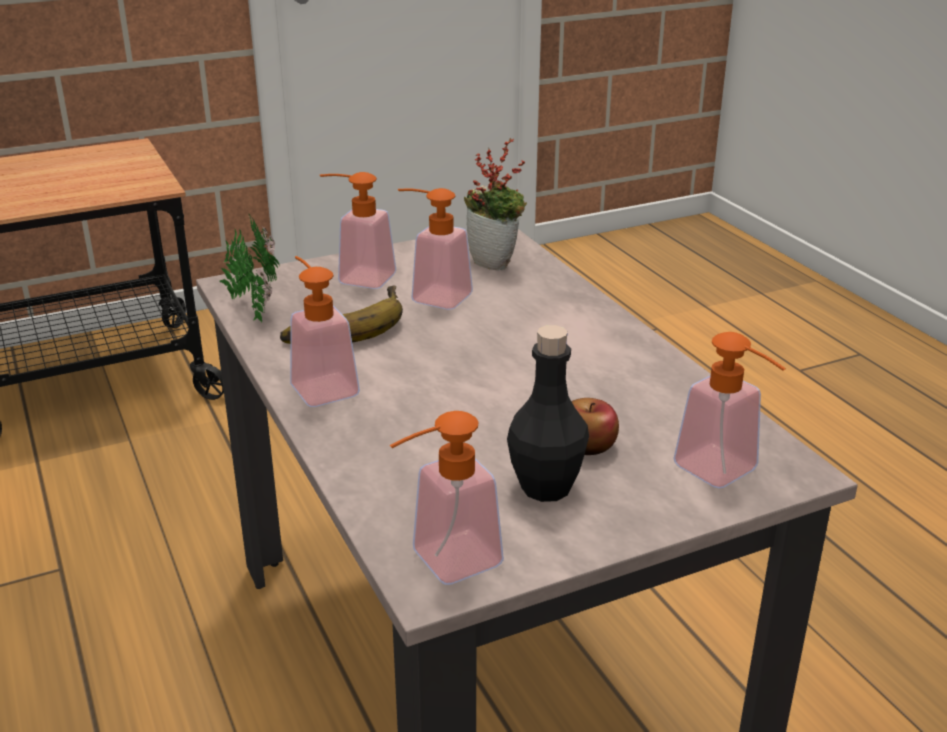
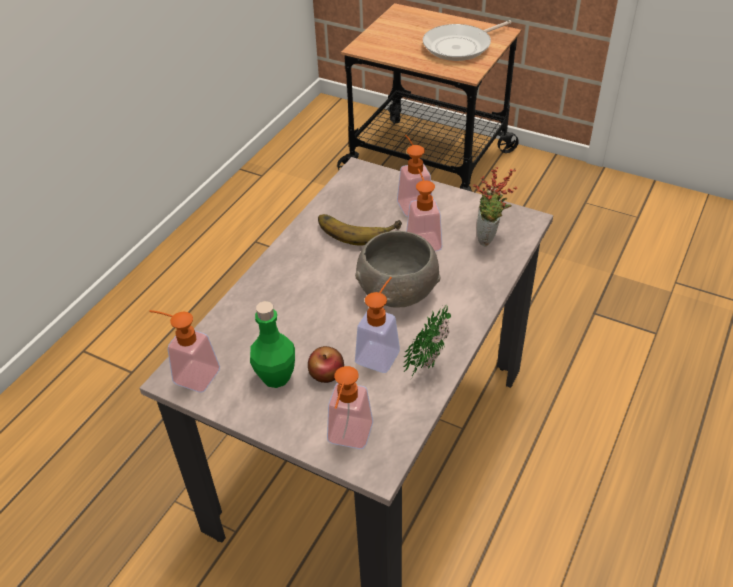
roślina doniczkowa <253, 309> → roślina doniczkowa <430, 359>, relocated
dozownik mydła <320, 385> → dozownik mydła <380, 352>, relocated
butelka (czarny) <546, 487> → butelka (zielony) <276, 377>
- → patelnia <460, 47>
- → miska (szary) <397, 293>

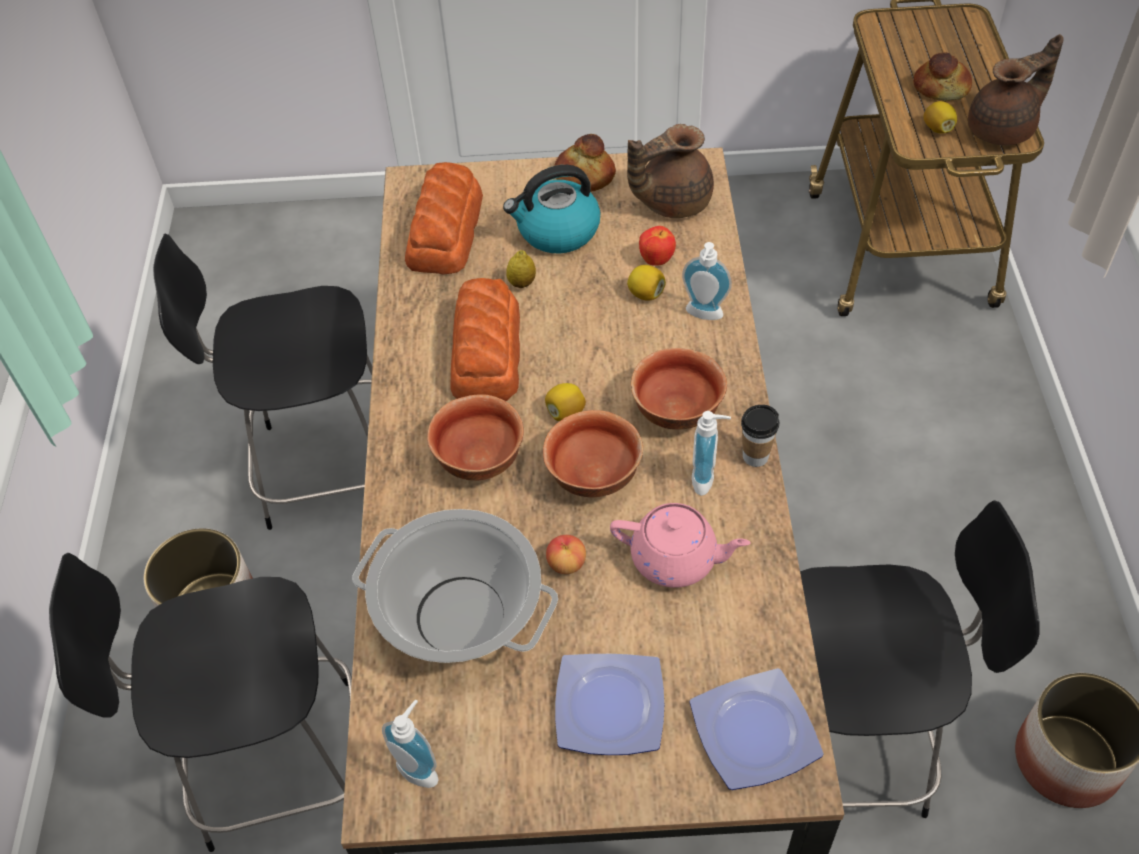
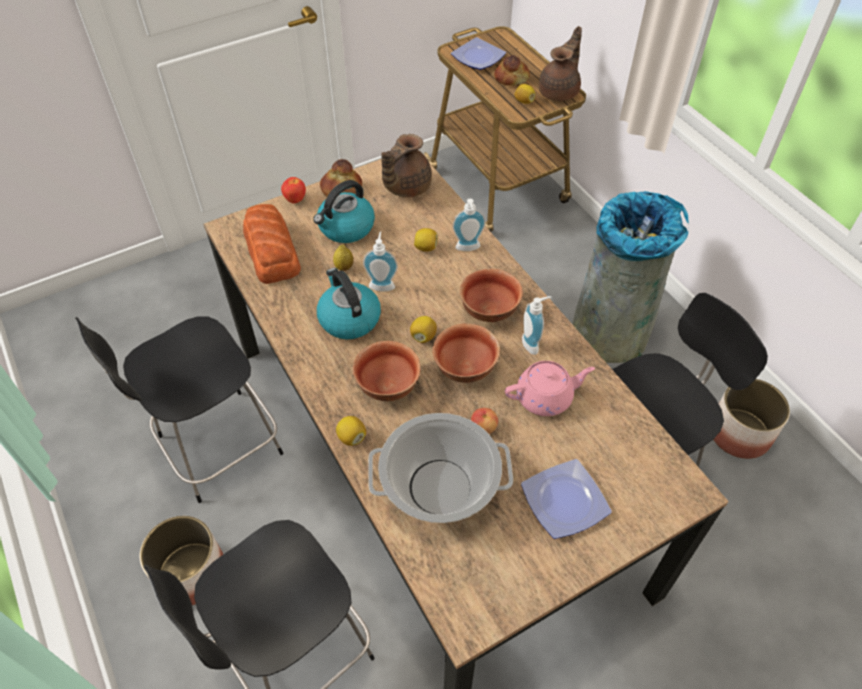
jabłko <656, 260> → jabłko <295, 200>, relocated
chleb <485, 353> → czajnik <348, 318>
filiżanka <755, 456> → -
talerz <757, 734> → talerz <479, 57>, relocated
dozownik mydła <420, 767> → dozownik mydła <382, 284>, relocated
- → kosz na śmieci (szary) <611, 330>
- → cytryna <351, 437>

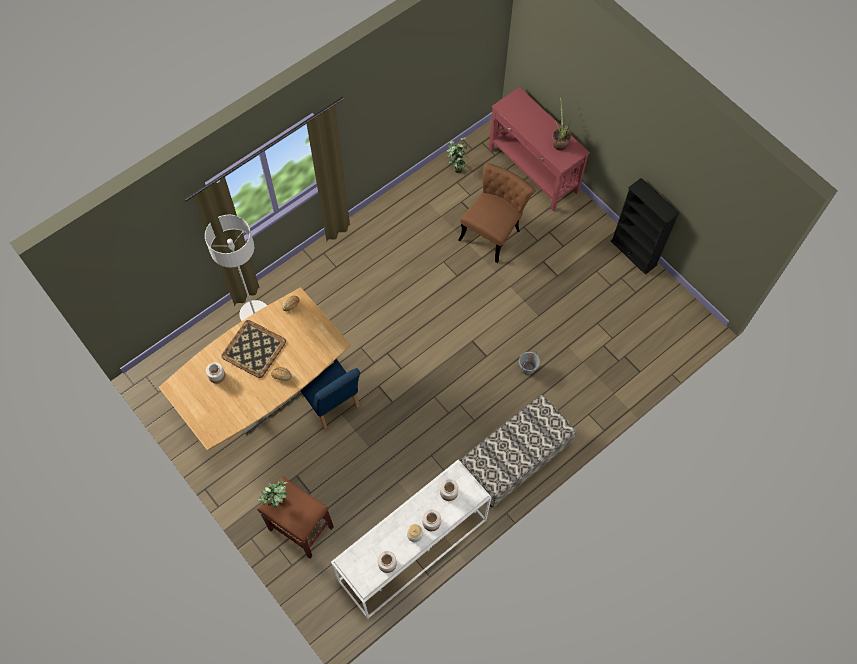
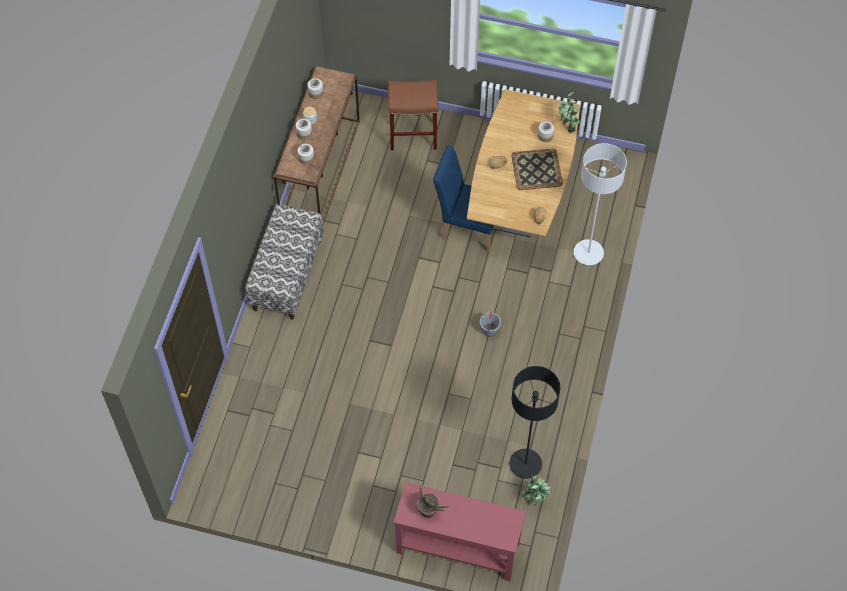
krzesło (brązowy) <493, 231> → -
regał (czarny) <633, 253> → -
wiadro (szary) <527, 368> → wiadro (szary) <489, 330>, relocated
stolik konsolowy (biały) <412, 551> → stolik konsolowy (brązowy) <320, 169>
roślina doniczkowa <277, 502> → roślina doniczkowa <567, 127>, relocated
- → lampa stojąca (czarny) <525, 464>

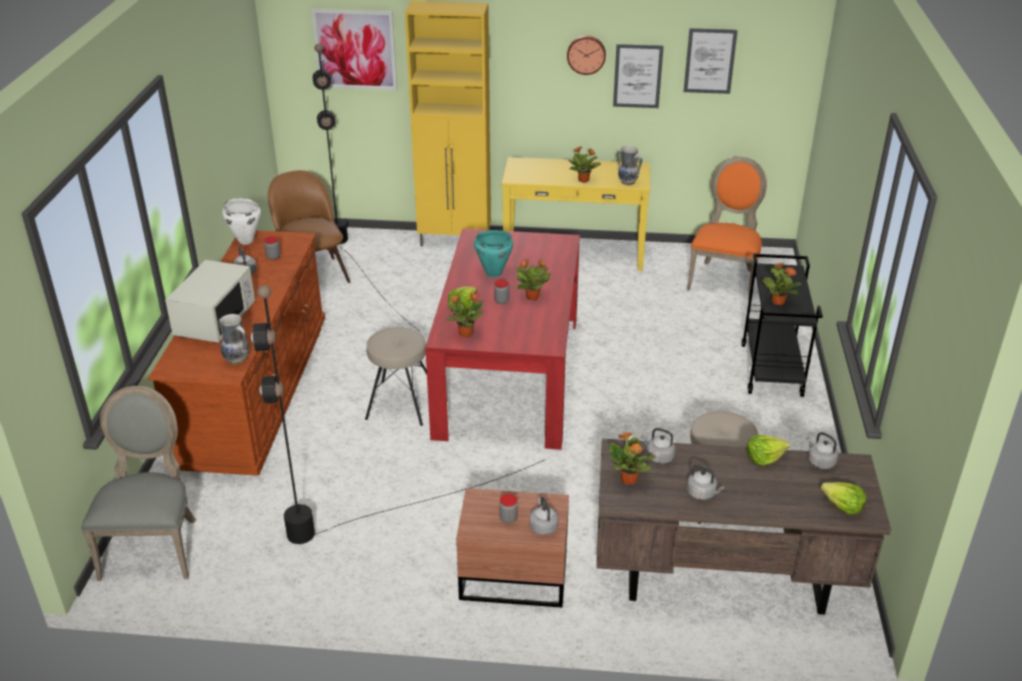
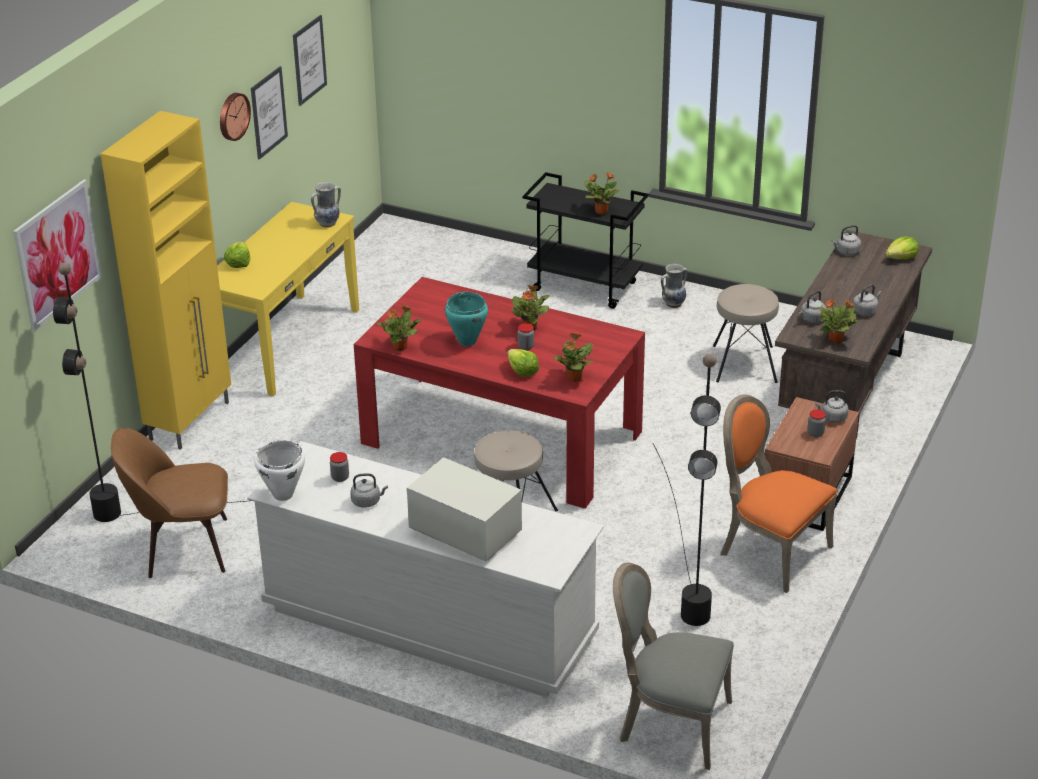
roślina doniczkowa <584, 180> → roślina doniczkowa <400, 347>, relocated
krzesło (pomarańczowy) <724, 279> → krzesło (pomarańczowy) <770, 551>, relocated
komoda (brązowy) <256, 393> → komoda (biały) <429, 623>
wazon <237, 359> → wazon <673, 304>, relocated
sałata <764, 457> → sałata <238, 263>, relocated

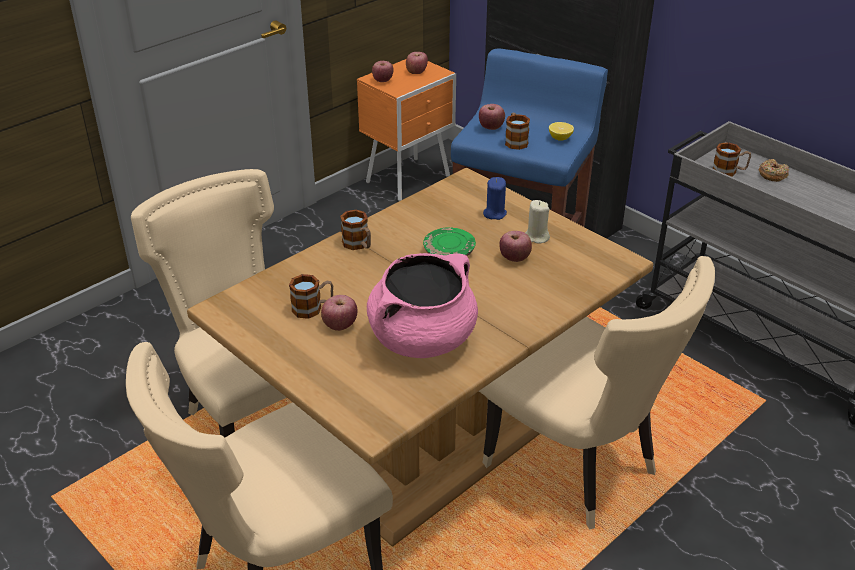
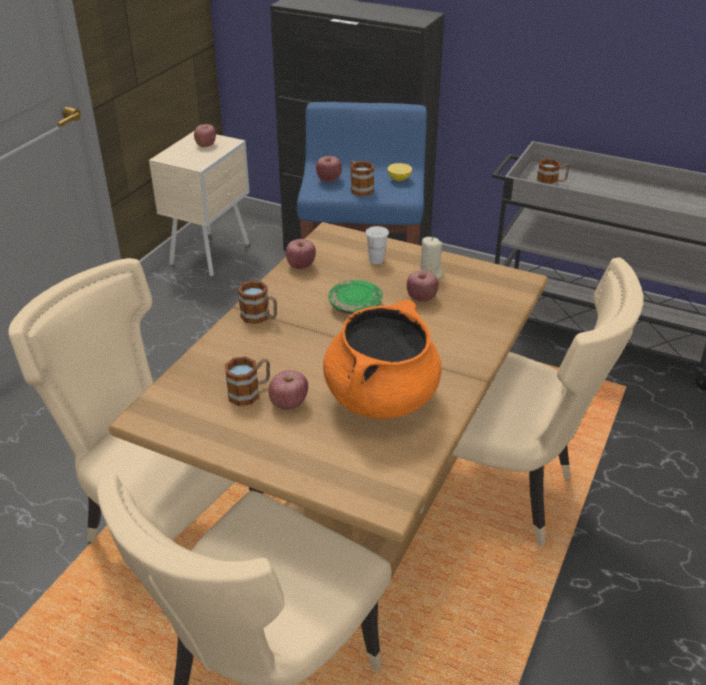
szafka nocna (pomarańczowy) <410, 179> → szafka nocna (beżowy) <212, 254>
jabłko <383, 80> → jabłko <301, 266>, relocated
donut <772, 175> → -
świeca (niebieski) <494, 213> → filiżanka (biały) <376, 260>
garnek (różowy) <422, 339> → garnek (pomarańczowy) <381, 397>

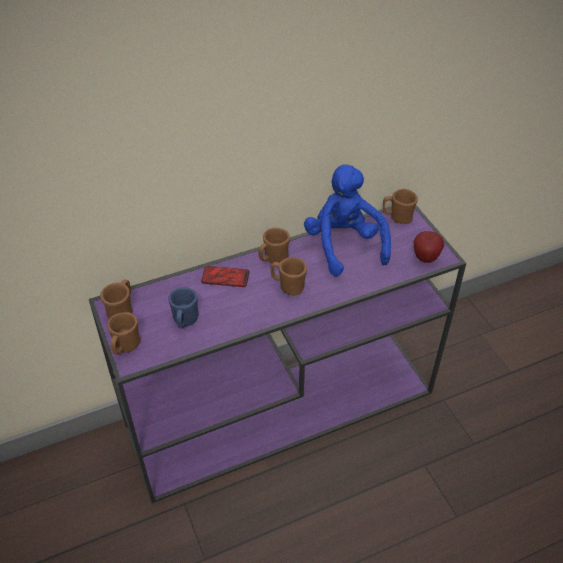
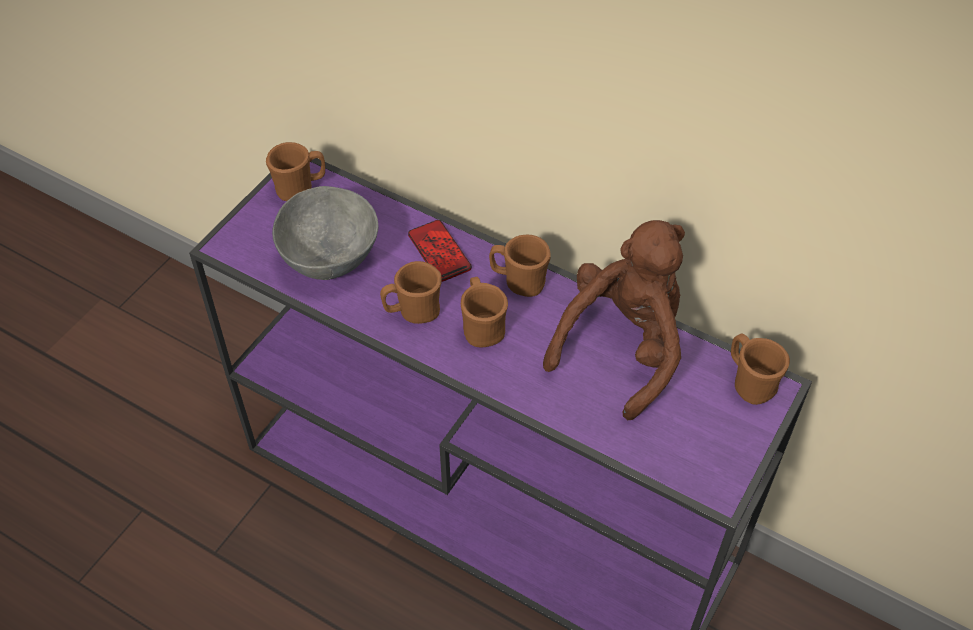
pluszak (niebieski) <344, 245> → pluszak (brązowy) <622, 347>
jabłko <425, 258> → -
kubek (niebieski) <185, 321> → miska (szary) <331, 256>
kubek (brązowy) <125, 347> → kubek (brązowy) <413, 312>, relocated

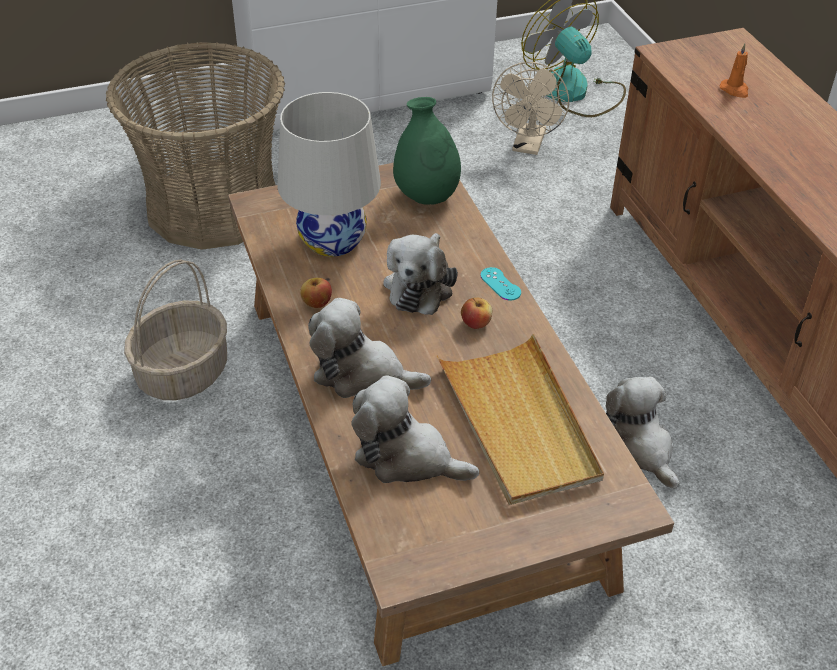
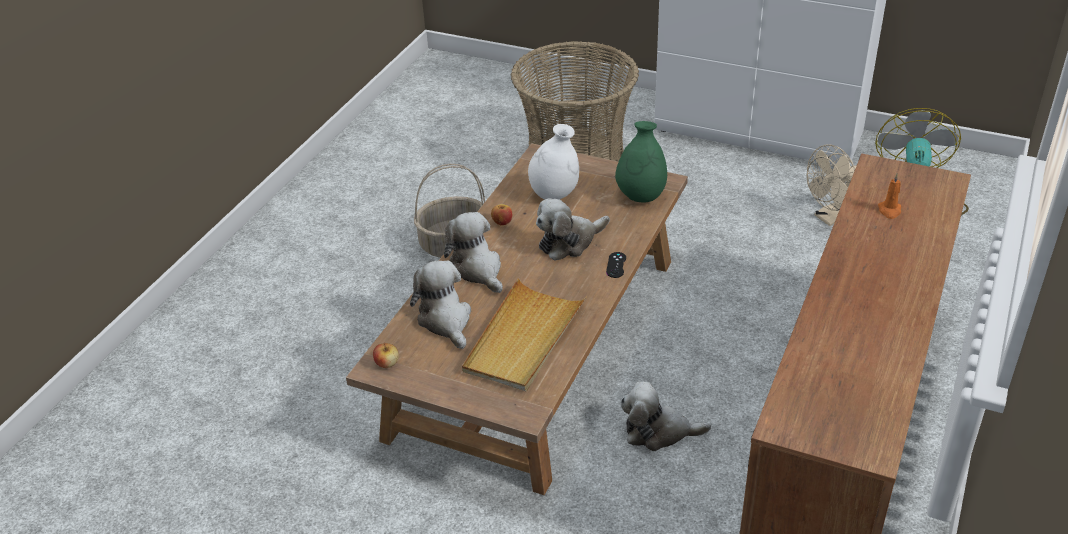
lampa stołowa (biały) <333, 240> → wazon (biały) <554, 194>
pad do gier (turkusowy) <500, 284> → pad do gier (czarny) <616, 265>
jabłko <476, 323> → jabłko <387, 363>, relocated
pluszak <640, 447> → pluszak <658, 432>, 105 degrees counterclockwise

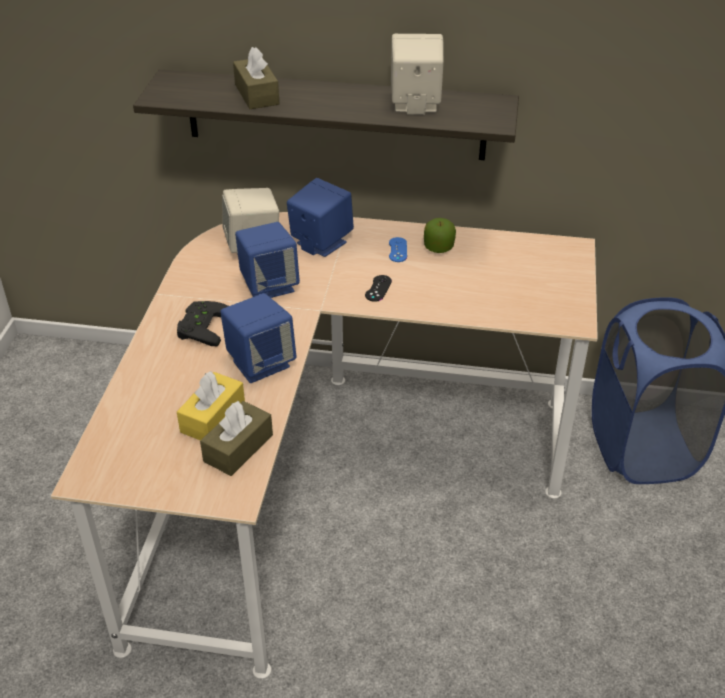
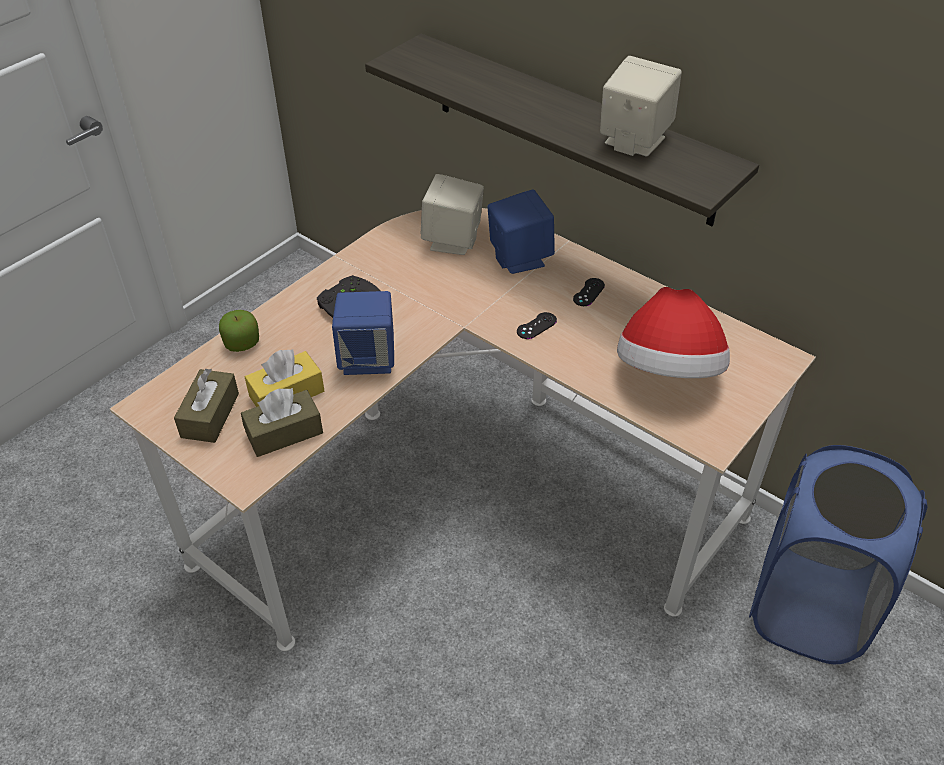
pudełko chusteczek (brązowy) <256, 94> → pudełko chusteczek (brązowy) <210, 415>, relocated
jabłko <439, 247> → jabłko <242, 343>, relocated
głośnik (niebieski) <269, 286> → -
pad do gier (niebieski) <398, 250> → pad do gier (czarny) <588, 292>
- → kapelusz <668, 371>

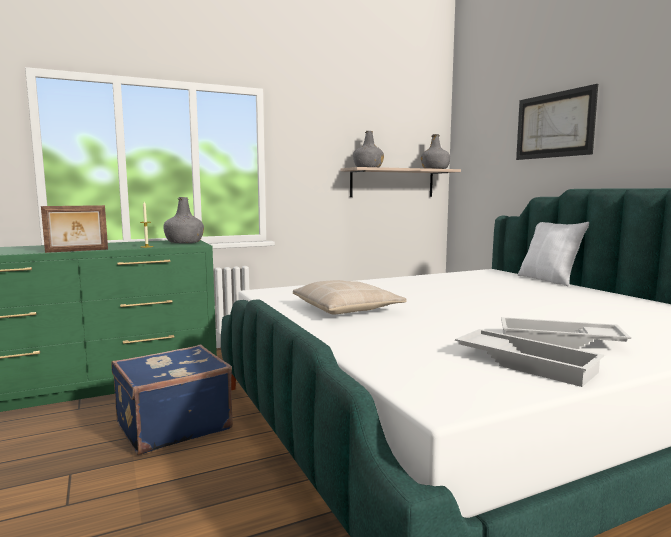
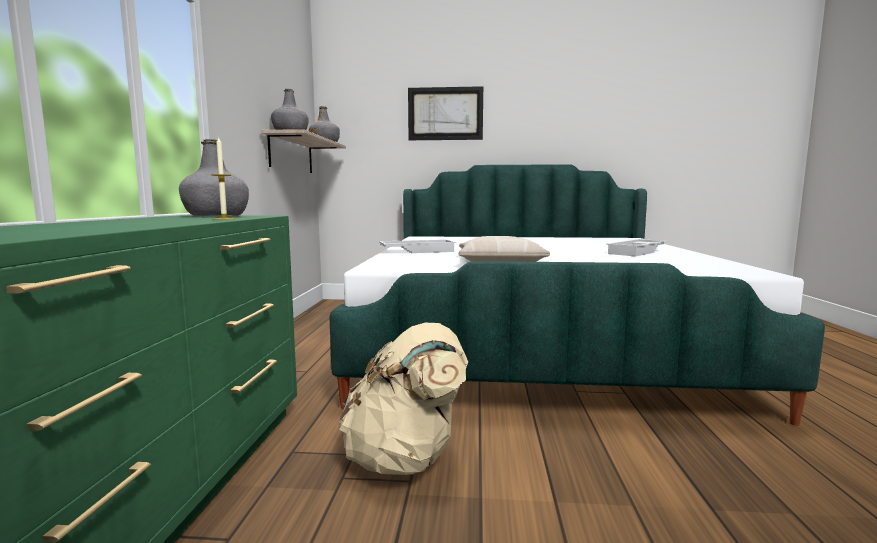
ramka na zdjęcie <77, 251> → -
poduszka (biały) <549, 280> → -
taca (biały) <527, 363> → taca (biały) <417, 251>, relocated
walizka (niebieski) <172, 426> → plecak (beżowy) <406, 459>

